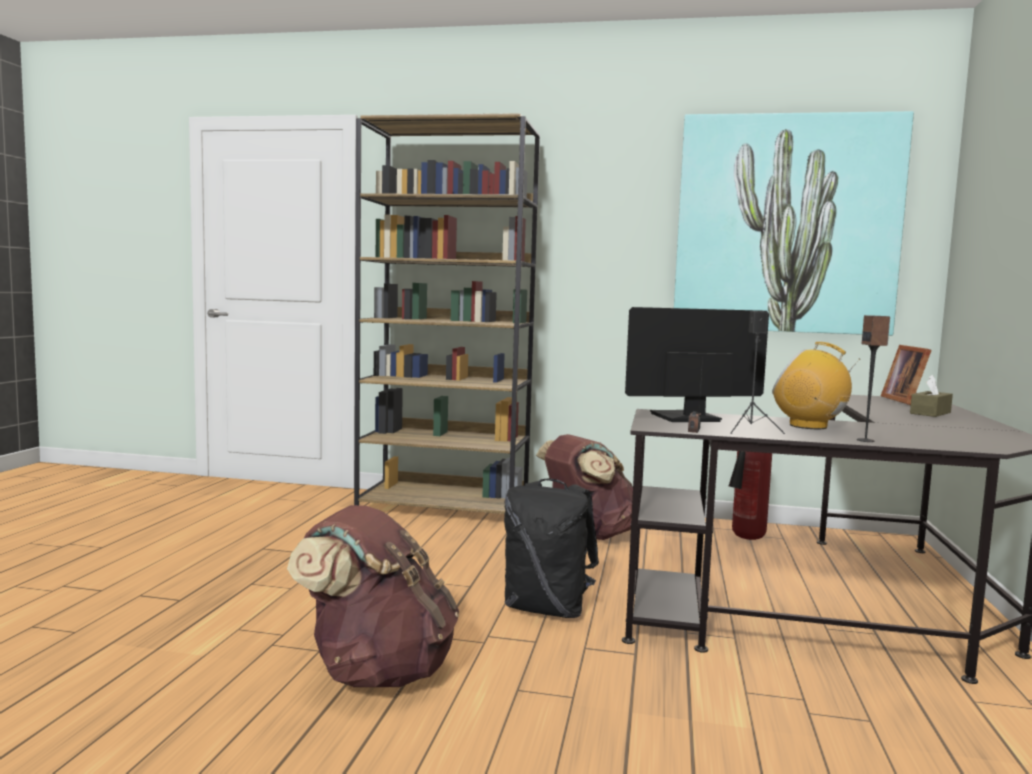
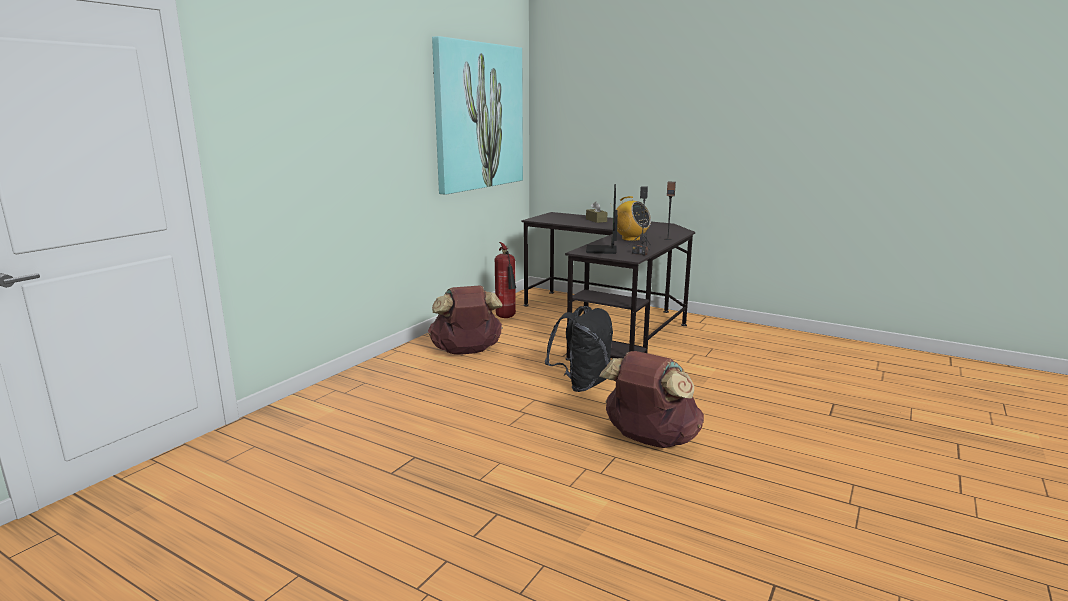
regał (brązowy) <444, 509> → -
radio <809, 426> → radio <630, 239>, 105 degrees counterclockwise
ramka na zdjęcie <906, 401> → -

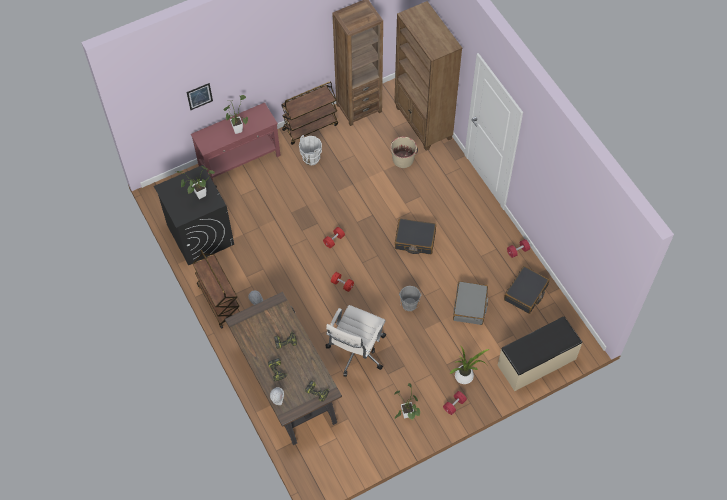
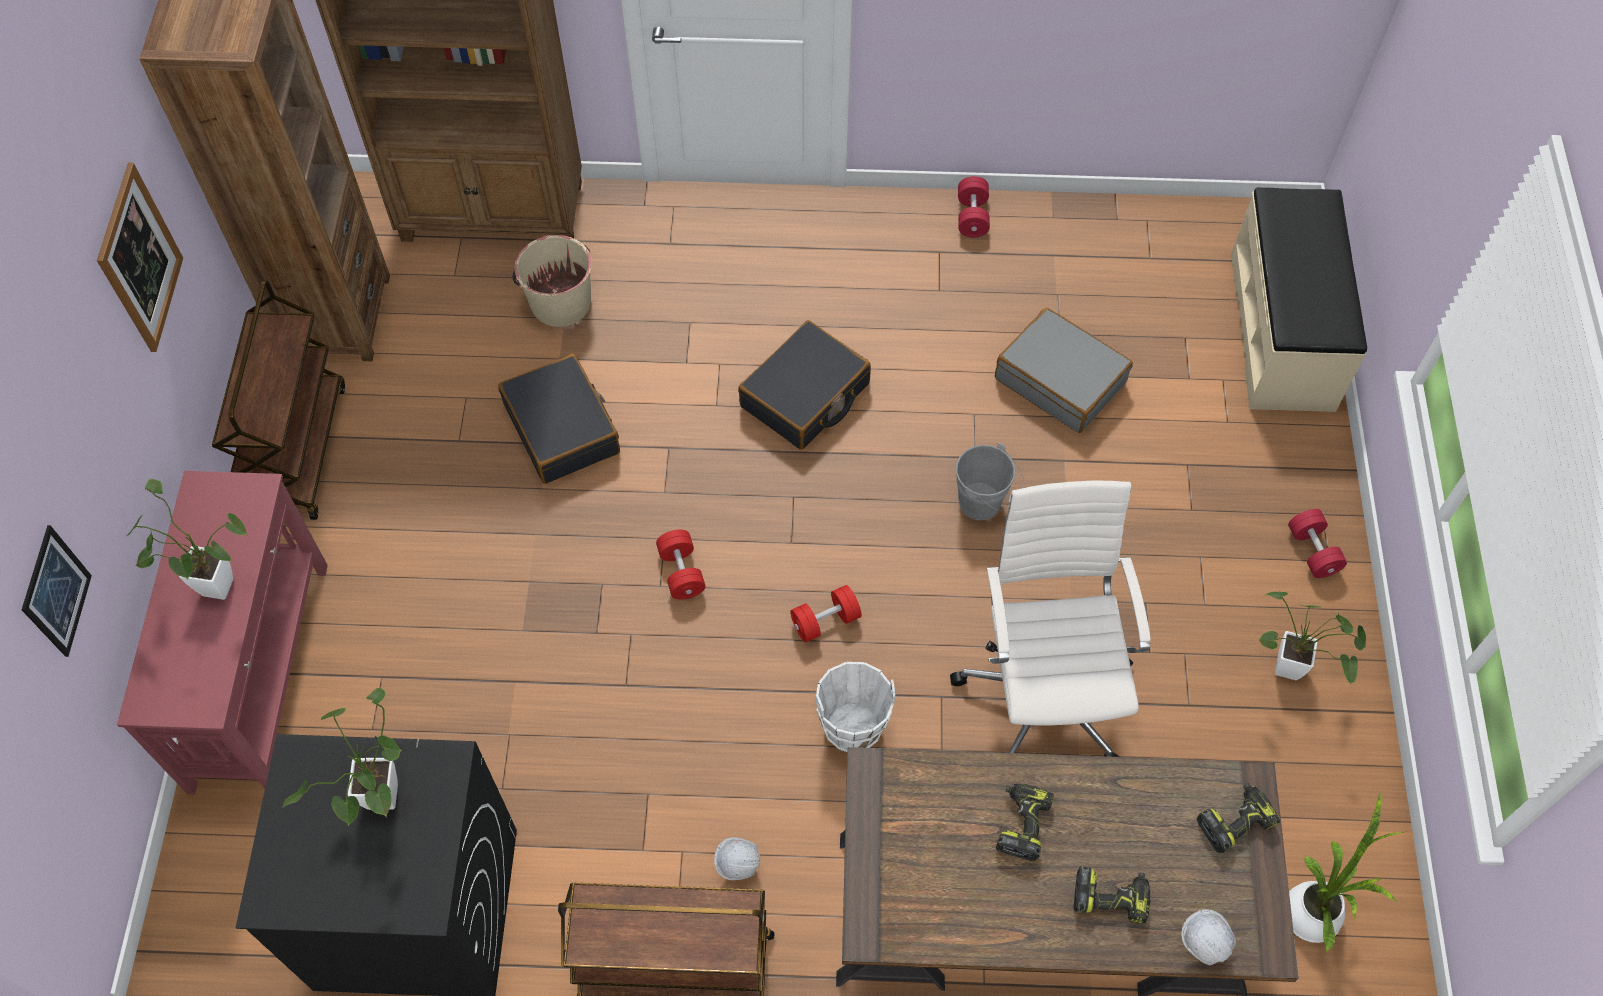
wiadro (biały) <311, 159> → wiadro (biały) <852, 728>, relocated
walizka (czarny) <526, 293> → walizka (czarny) <562, 429>, relocated
krzesło biurowe (biały) <356, 351> → krzesło biurowe (biały) <1044, 692>, 150 degrees counterclockwise
roślina doniczkowa <465, 376> → roślina doniczkowa <1313, 910>, relocated
- → obraz <139, 259>

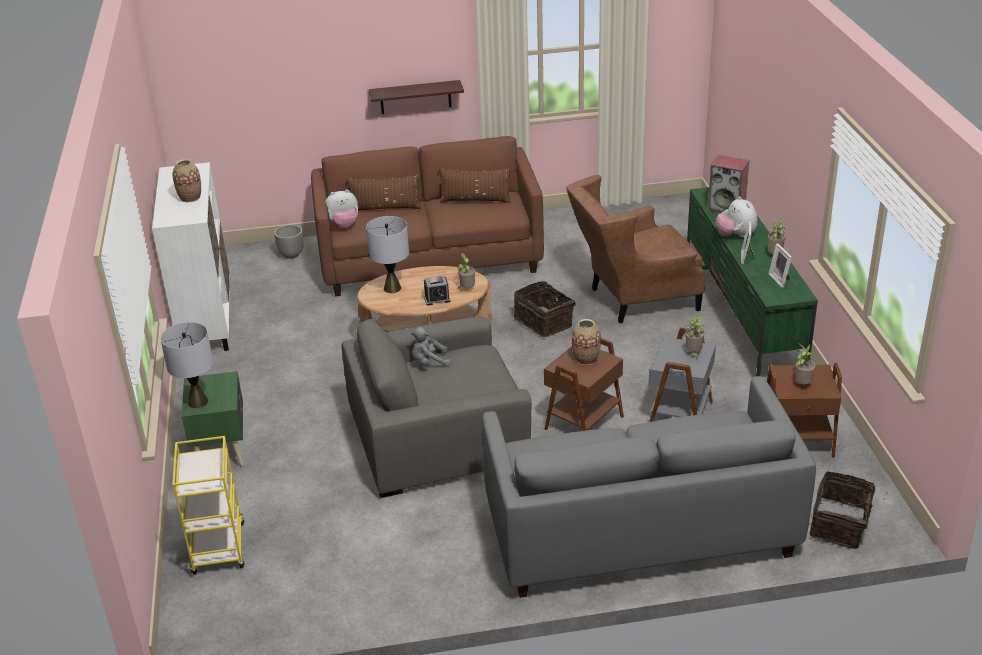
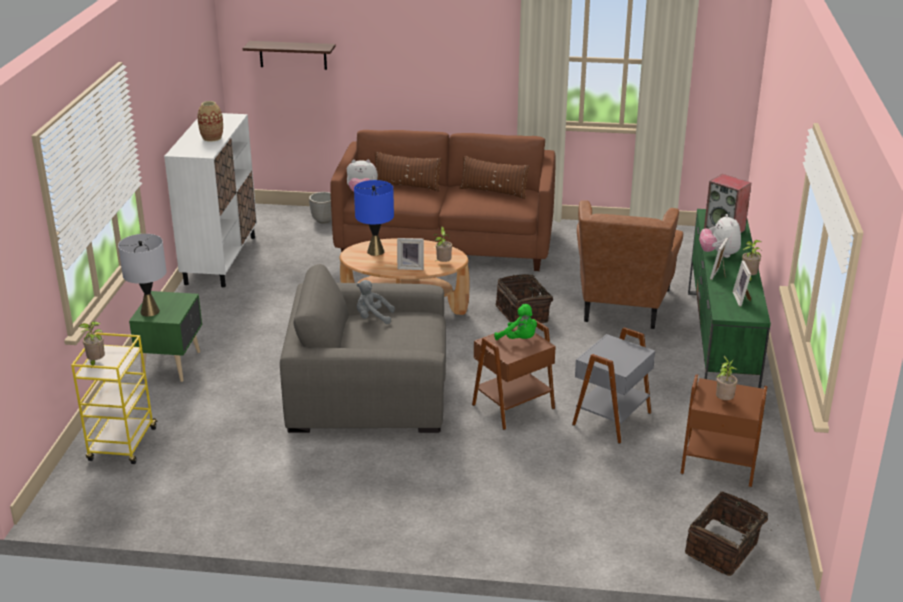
półka <415, 97> → półka <293, 55>, relocated
fotel (brązowy) <634, 299> → fotel (brązowy) <621, 309>, 75 degrees counterclockwise
lampa stołowa (szary) <392, 288> → lampa stołowa (niebieski) <376, 252>
budzik <437, 299> → ramka na zdjęcie <411, 267>
roślina doniczkowa <693, 354> → roślina doniczkowa <96, 362>, relocated
wazon <586, 359> → pluszak (zielony) <519, 339>
kanapa (szary) <639, 529> → -

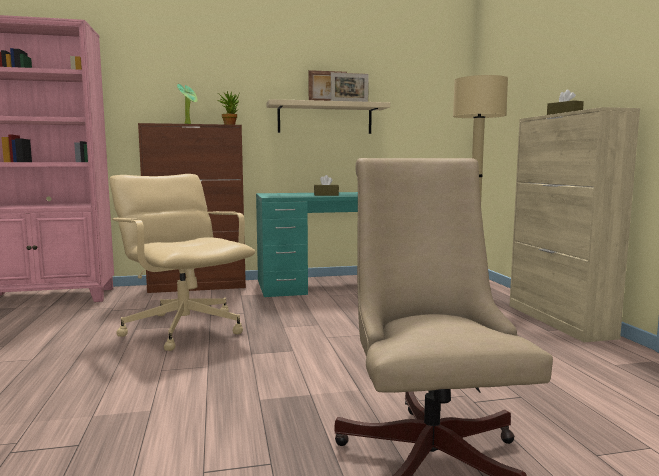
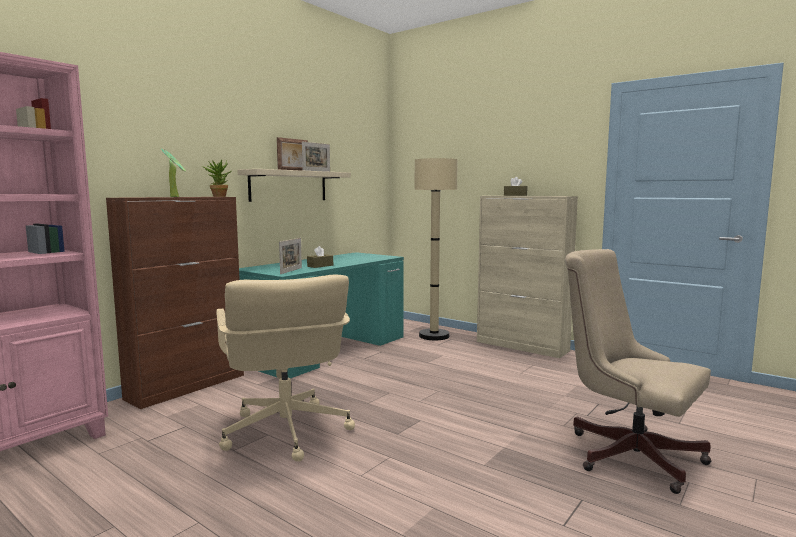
krzesło biurowe (beżowy) <184, 328> → krzesło biurowe (beżowy) <285, 432>, 120 degrees counterclockwise
- → ramka na zdjęcie <291, 271>

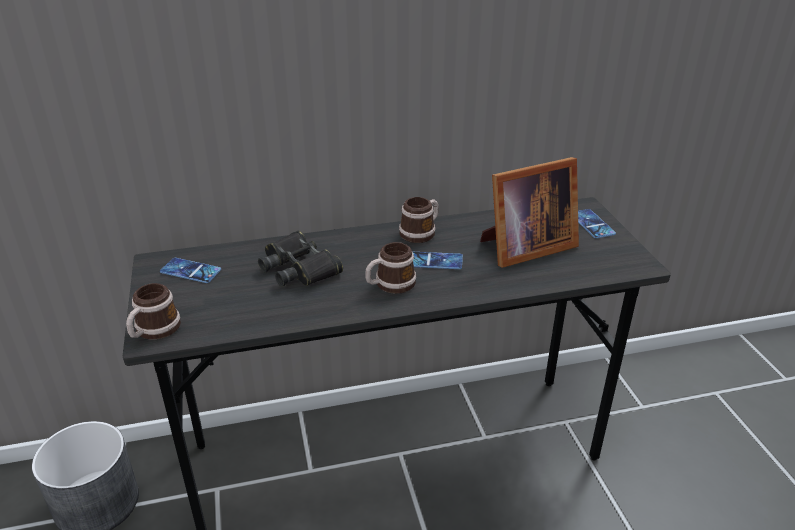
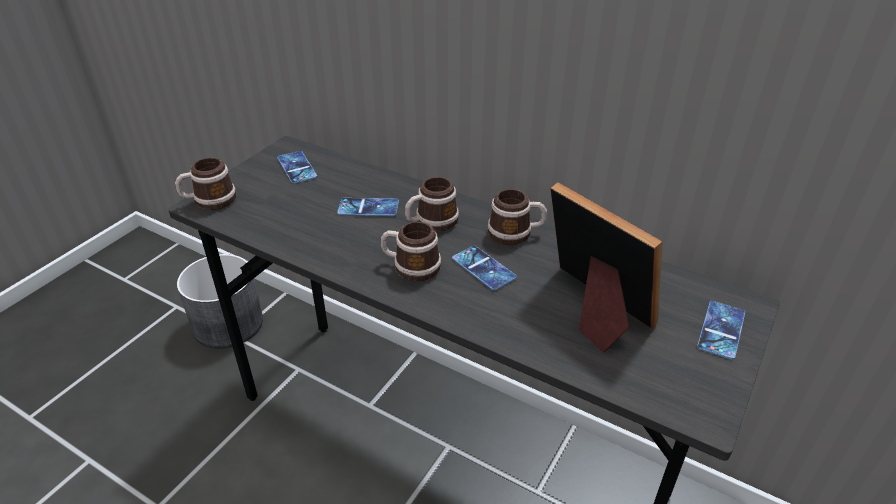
ramka na zdjęcie <524, 248> → ramka na zdjęcie <593, 308>, 150 degrees counterclockwise
lornetka (czarny) <299, 267> → telefon <368, 207>
- → kubek <431, 222>

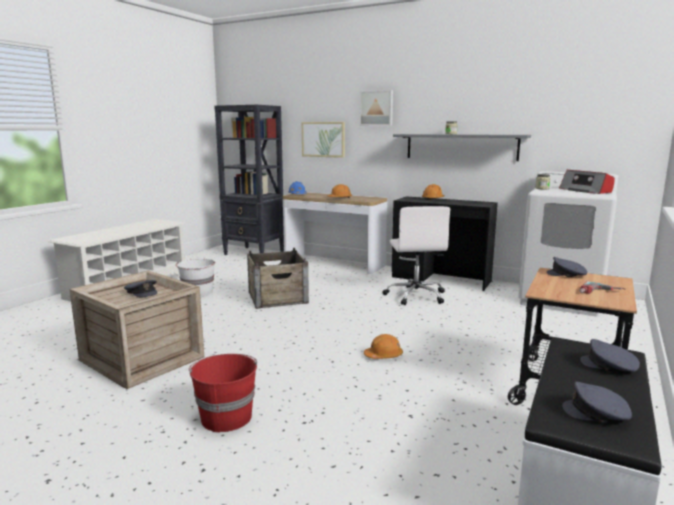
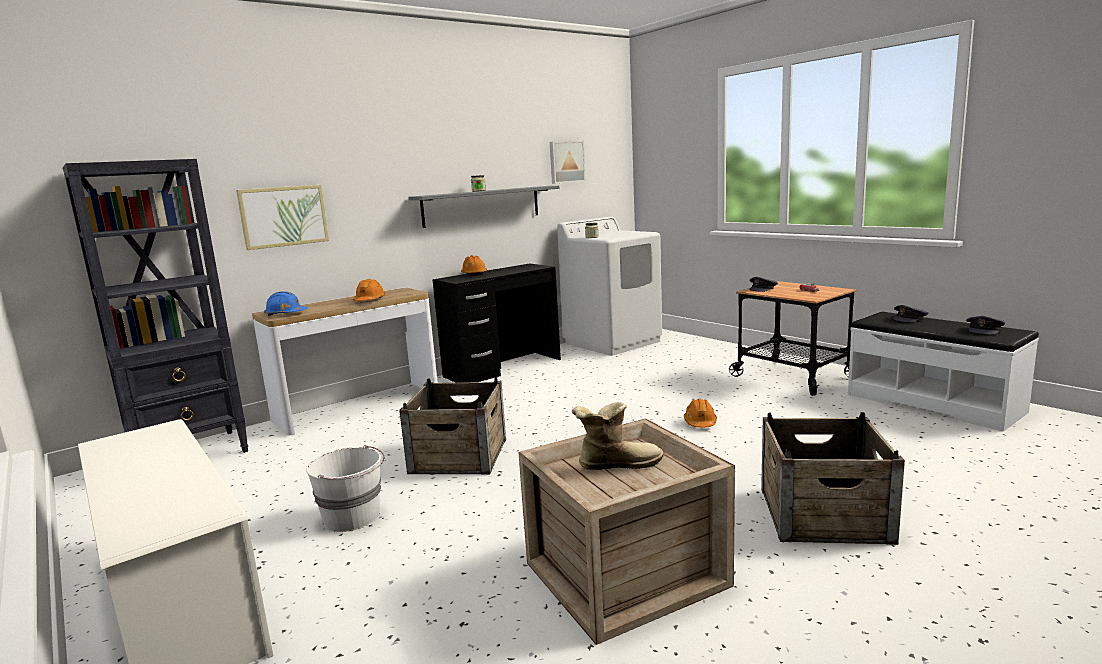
obraz <376, 108> → obraz <566, 162>, relocated
radio <586, 191> → -
krzesło biurowe (biały) <415, 296> → -
czapka z daszkiem (szary) <142, 292> → but z cholewką <617, 464>
wiadro (czerwony) <226, 417> → skrzynka <824, 514>

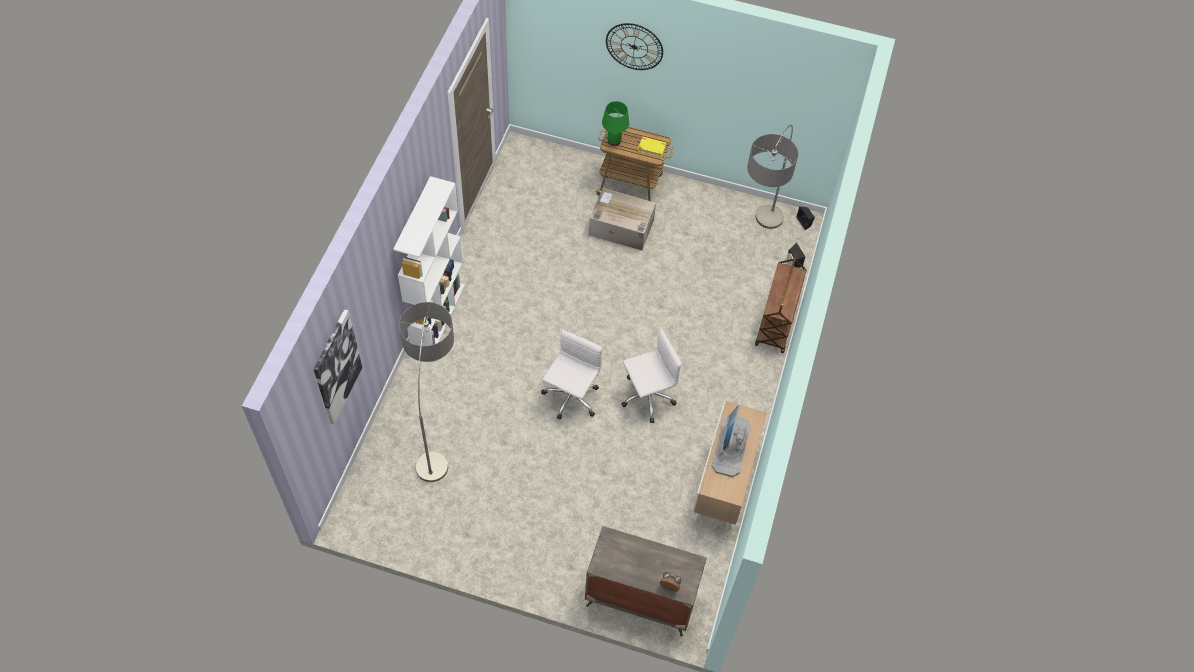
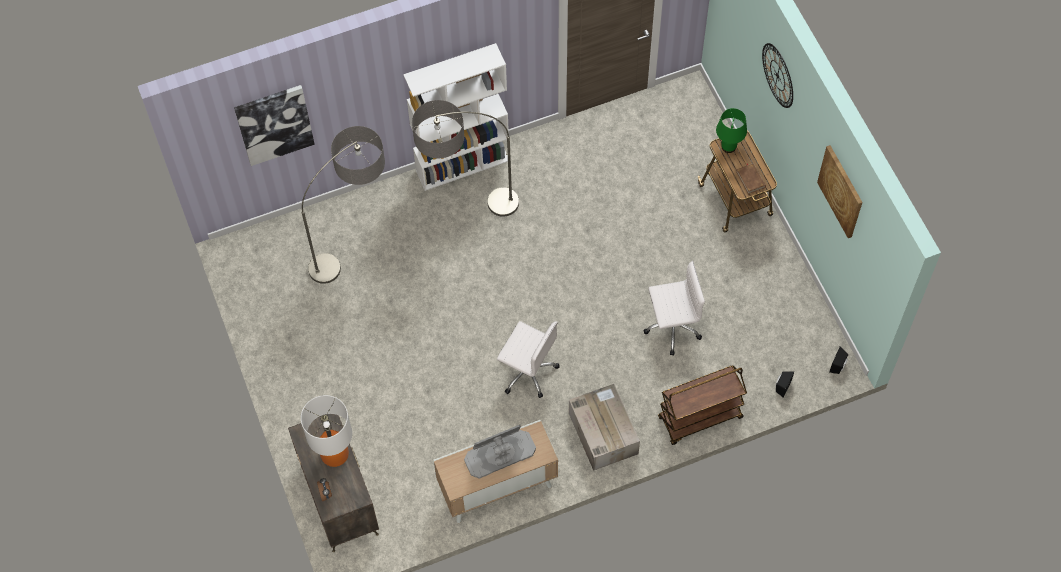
lampa stojąca <756, 241> → lampa stojąca <465, 210>, relocated
książka (żółty) <651, 148> → książka (brązowy) <750, 179>
karton <620, 227> → karton <602, 432>, relocated
krzesło biurowe (biały) <570, 398> → krzesło biurowe (biały) <671, 327>, relocated
- → obraz <841, 191>
- → lampa stołowa <334, 454>

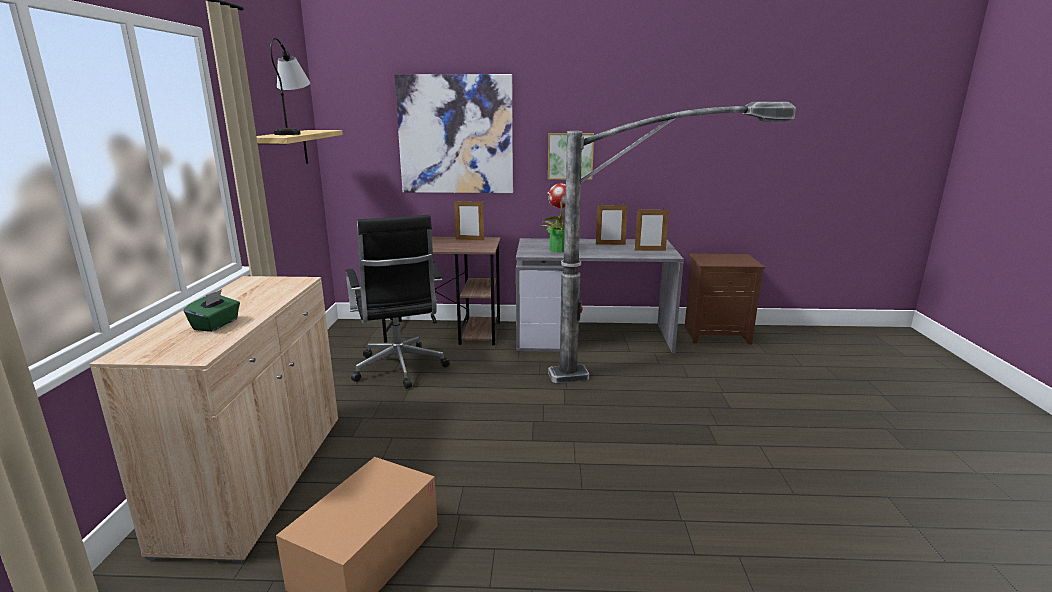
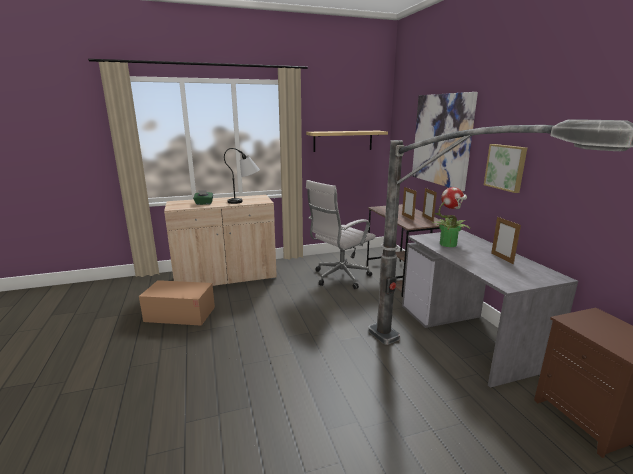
lampa stołowa <295, 133> → lampa stołowa <245, 201>, relocated
ramka na zdjęcie <650, 250> → ramka na zdjęcie <407, 217>, relocated
krzesło biurowe (czarny) <400, 370> → krzesło biurowe (biały) <339, 278>

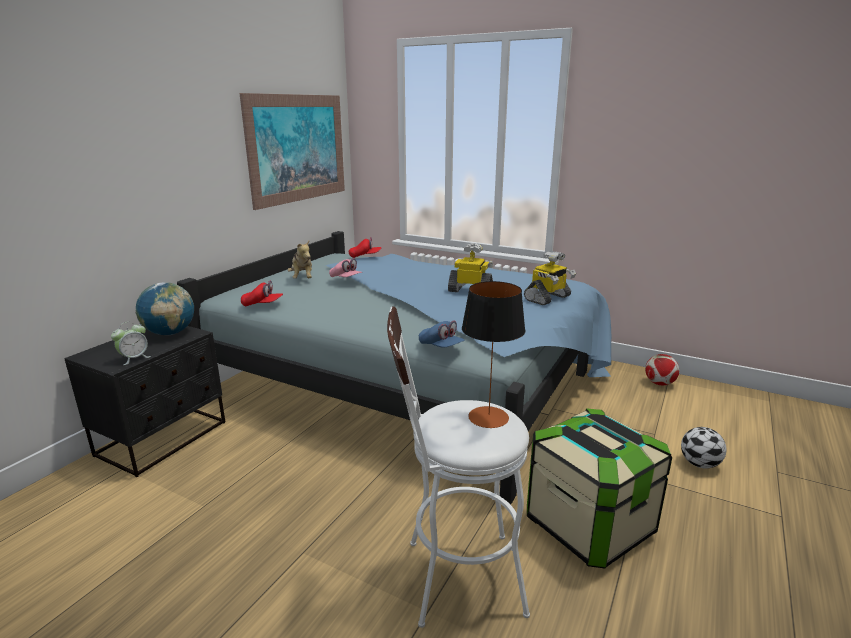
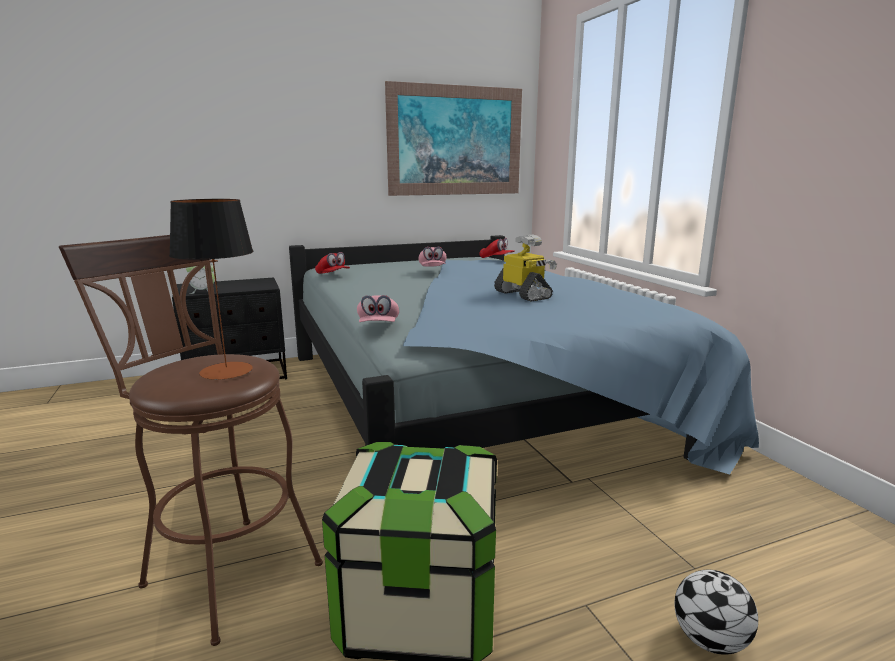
pluszak <302, 278> → -
robot zabawkowy <548, 298> → -
globus <170, 333> → -
stołek (biały) <453, 578> → stołek (brązowy) <223, 568>
czapka z daszkiem (niebieski) <441, 347> → czapka z daszkiem (różowy) <378, 327>
piłka futbolowa <659, 383> → -

